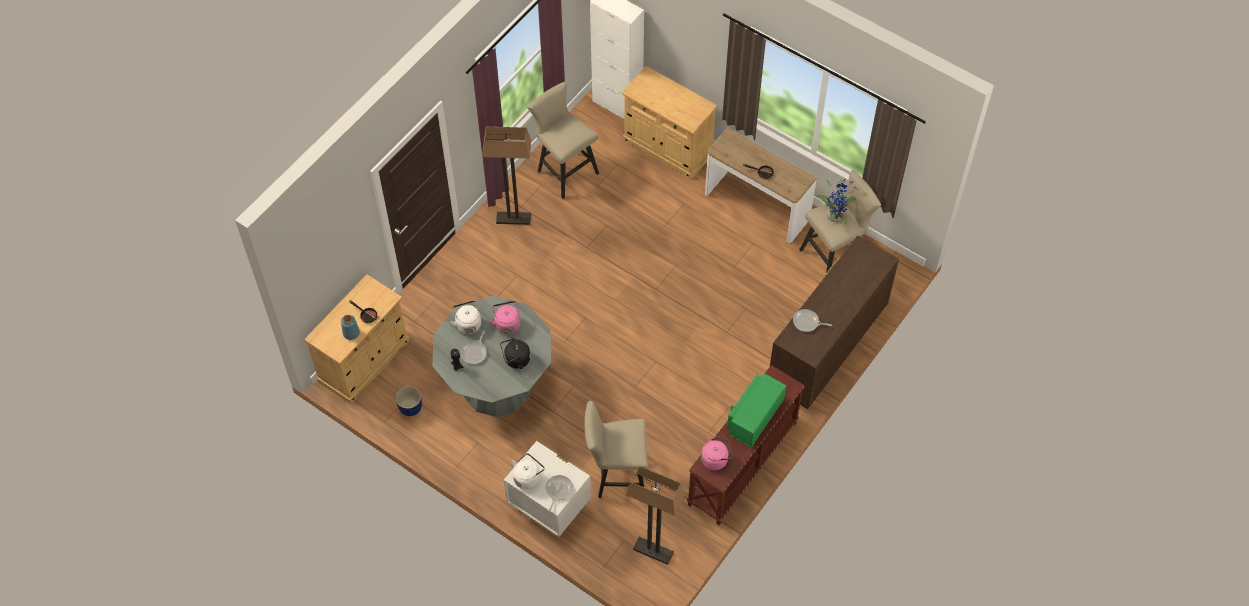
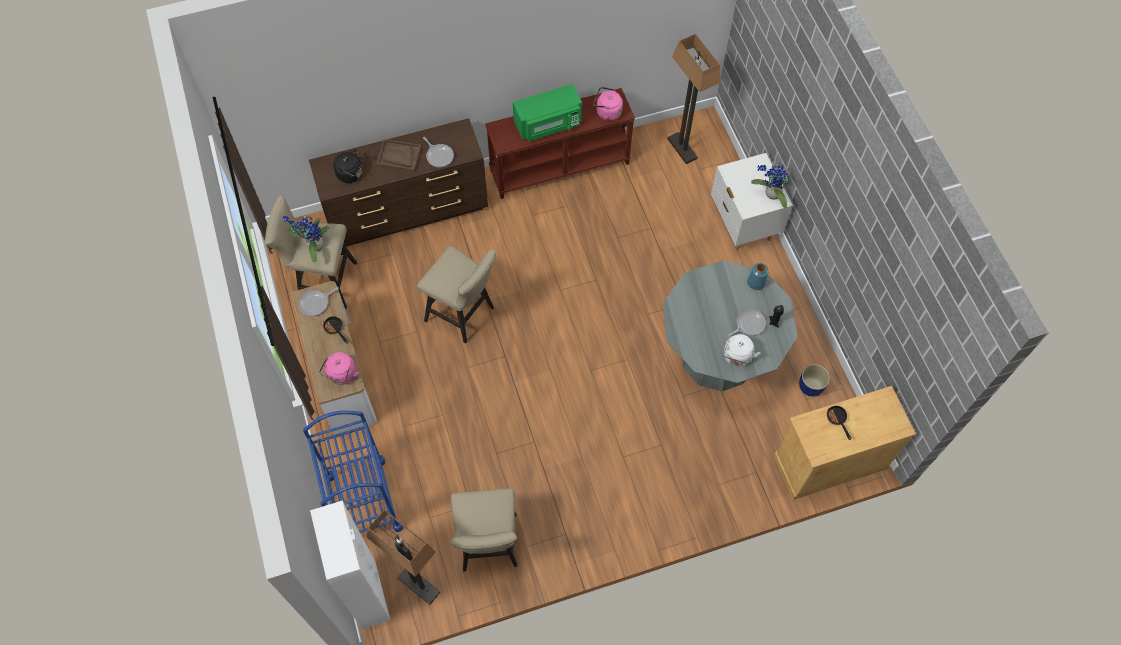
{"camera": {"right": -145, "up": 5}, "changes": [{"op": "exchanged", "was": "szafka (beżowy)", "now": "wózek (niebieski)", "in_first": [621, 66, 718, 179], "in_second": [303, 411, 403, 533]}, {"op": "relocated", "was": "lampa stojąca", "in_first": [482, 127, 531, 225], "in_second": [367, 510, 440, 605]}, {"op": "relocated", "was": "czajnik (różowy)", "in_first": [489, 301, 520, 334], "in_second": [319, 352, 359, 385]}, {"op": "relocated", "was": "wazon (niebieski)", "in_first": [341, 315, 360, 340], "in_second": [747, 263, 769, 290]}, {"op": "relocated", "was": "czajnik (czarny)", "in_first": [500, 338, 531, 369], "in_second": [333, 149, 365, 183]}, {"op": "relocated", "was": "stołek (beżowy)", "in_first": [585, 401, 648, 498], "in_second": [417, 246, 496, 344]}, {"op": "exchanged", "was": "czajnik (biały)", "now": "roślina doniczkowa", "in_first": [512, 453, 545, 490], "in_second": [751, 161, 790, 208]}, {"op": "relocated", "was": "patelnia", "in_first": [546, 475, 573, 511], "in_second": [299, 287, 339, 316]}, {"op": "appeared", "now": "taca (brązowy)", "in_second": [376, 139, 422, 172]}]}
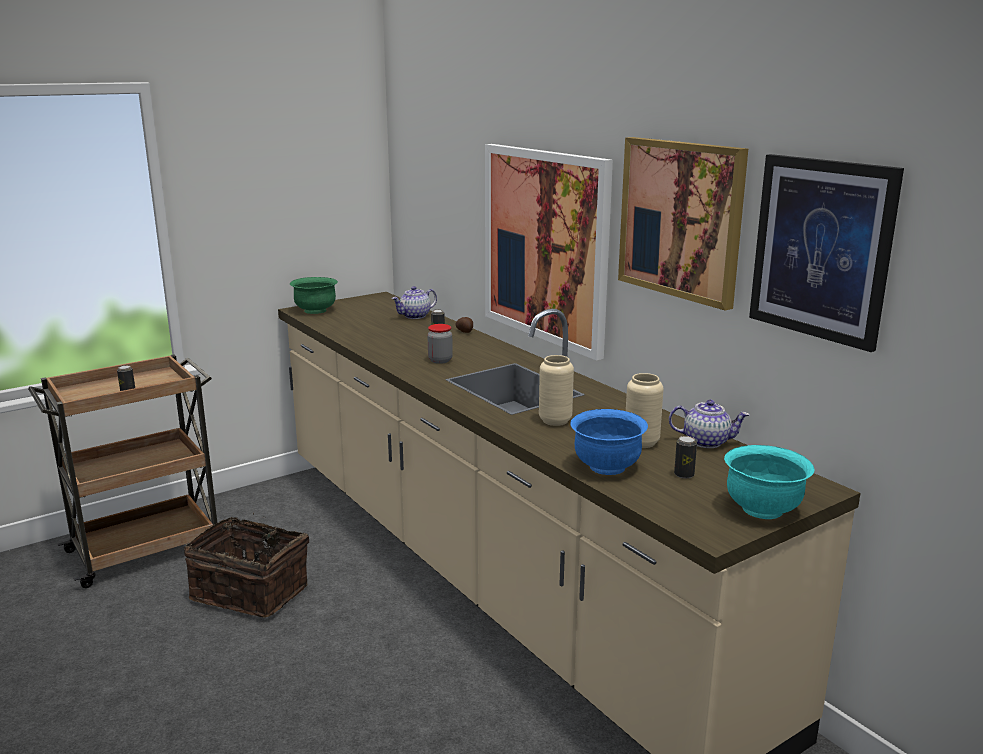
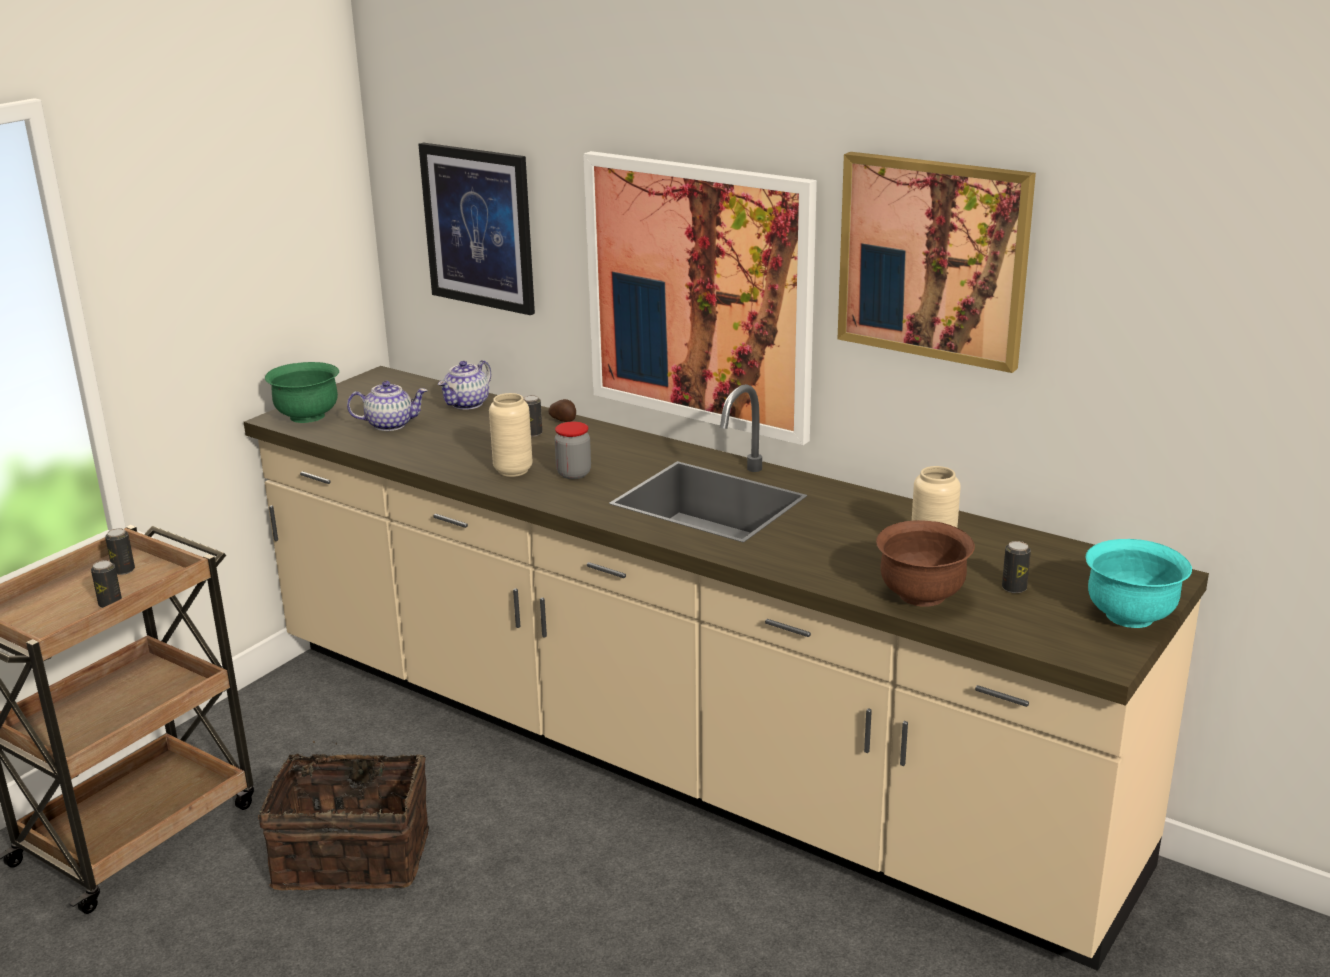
{"camera": {"right": -20, "up": 5}, "changes": [{"op": "relocated", "was": "obraz", "in_first": [749, 154, 904, 352], "in_second": [418, 143, 535, 315]}, {"op": "relocated", "was": "wazon (beżowy)", "in_first": [539, 355, 574, 426], "in_second": [489, 393, 532, 477]}, {"op": "relocated", "was": "imbryk", "in_first": [669, 400, 749, 448], "in_second": [347, 381, 427, 431]}, {"op": "colour", "was": "miska (niebieski)", "now": "miska (brązowy)", "in_first": [570, 409, 648, 475], "in_second": [876, 520, 975, 607]}, {"op": "appeared", "now": "puszka", "in_second": [105, 528, 135, 575]}]}
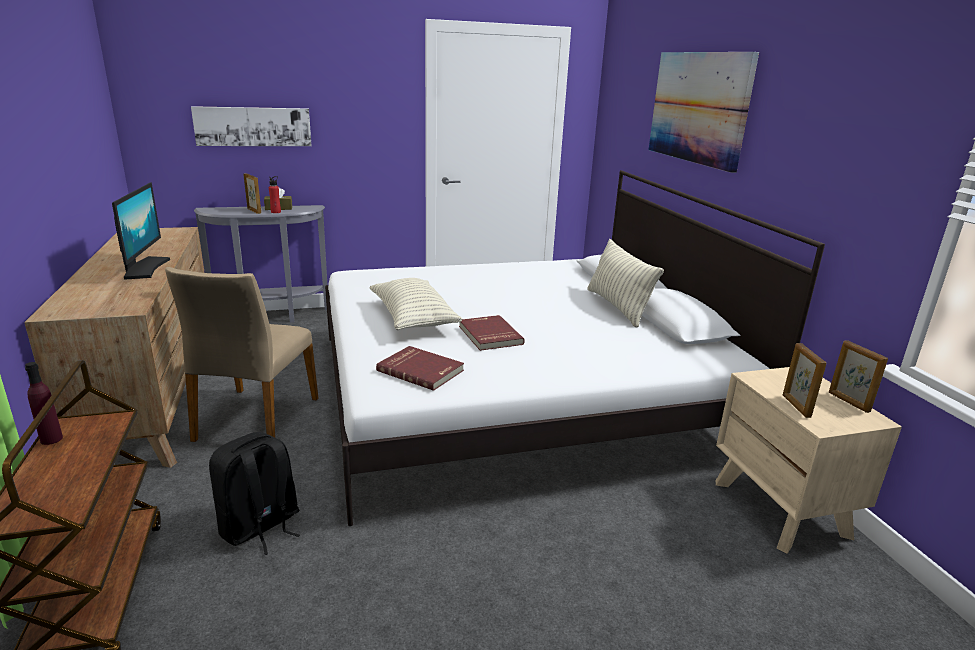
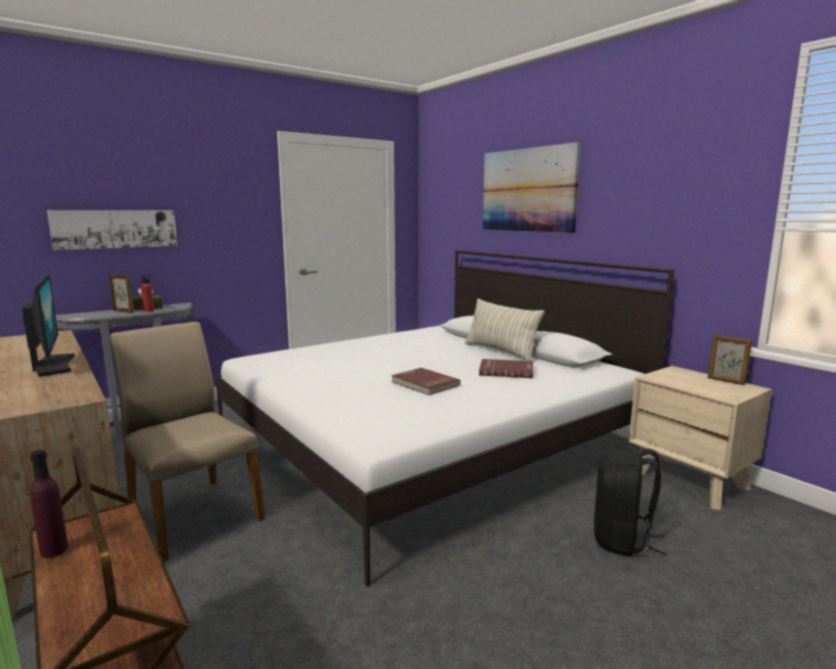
{"camera": {"right": -20, "up": -10}, "changes": [{"op": "spun", "was": "krzesło (beżowy)", "in_first": [165, 267, 318, 442], "in_second": [110, 322, 265, 562], "clockwise": 150}, {"op": "missing", "was": "poduszka", "in_first": [370, 278, 463, 330]}, {"op": "missing", "was": "ramka na zdjęcie", "in_first": [783, 343, 826, 418]}, {"op": "relocated", "was": "książka (czerwony)", "in_first": [376, 346, 464, 391], "in_second": [479, 359, 534, 378]}, {"op": "relocated", "was": "plecak (czarny)", "in_first": [209, 432, 300, 555], "in_second": [594, 448, 666, 556]}]}
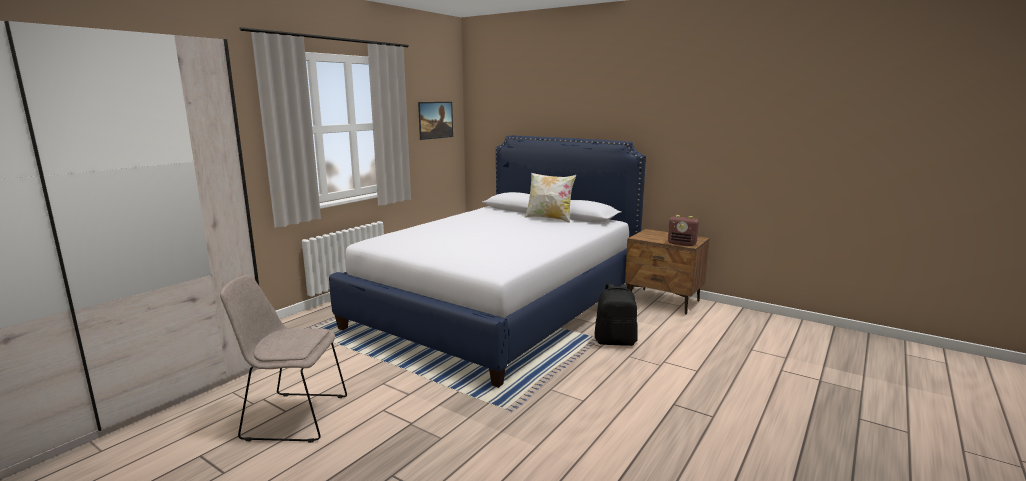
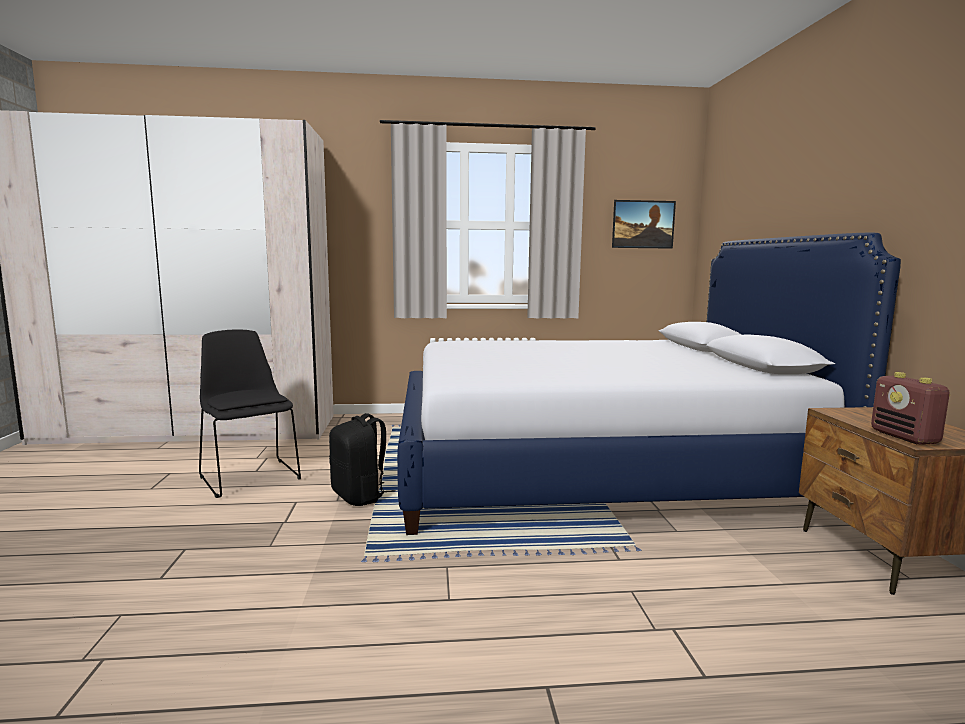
{"camera": {"right": 50, "up": -5}, "changes": [{"op": "missing", "was": "poduszka", "in_first": [524, 173, 576, 223]}, {"op": "colour", "was": "krzesło (beżowy)", "now": "krzesło (czarny)", "in_first": [220, 275, 347, 443], "in_second": [199, 330, 301, 498]}, {"op": "relocated", "was": "plecak (czarny)", "in_first": [595, 284, 638, 346], "in_second": [329, 413, 396, 506]}]}
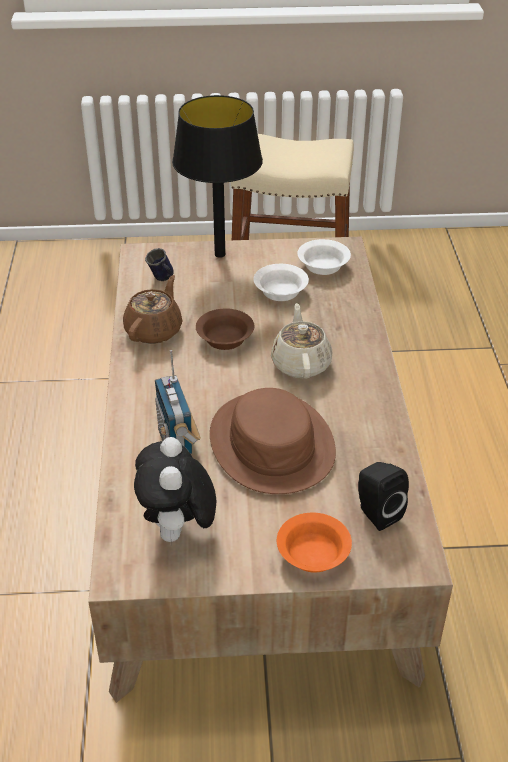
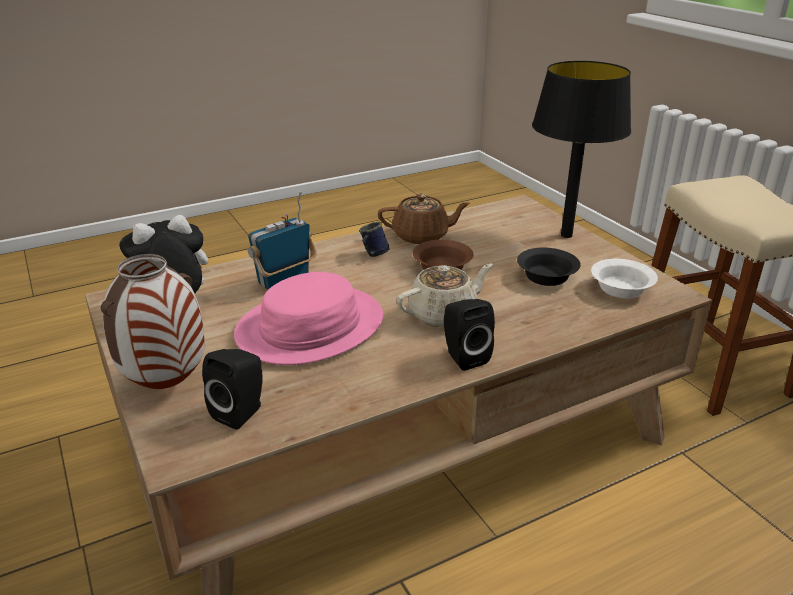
{"camera": {"right": 65, "up": -10}, "changes": [{"op": "relocated", "was": "kubek (niebieski)", "in_first": [145, 248, 174, 281], "in_second": [359, 221, 390, 257]}, {"op": "colour", "was": "miska (biały)", "now": "miska (czarny)", "in_first": [253, 264, 309, 301], "in_second": [517, 248, 581, 286]}, {"op": "colour", "was": "kapelusz (brązowy)", "now": "kapelusz (różowy)", "in_first": [210, 388, 336, 494], "in_second": [234, 272, 383, 365]}, {"op": "exchanged", "was": "miska (pomarańczowy)", "now": "wazon", "in_first": [277, 513, 352, 573], "in_second": [101, 254, 205, 389]}, {"op": "appeared", "now": "głośnik (czarny)", "in_second": [444, 299, 495, 371]}]}
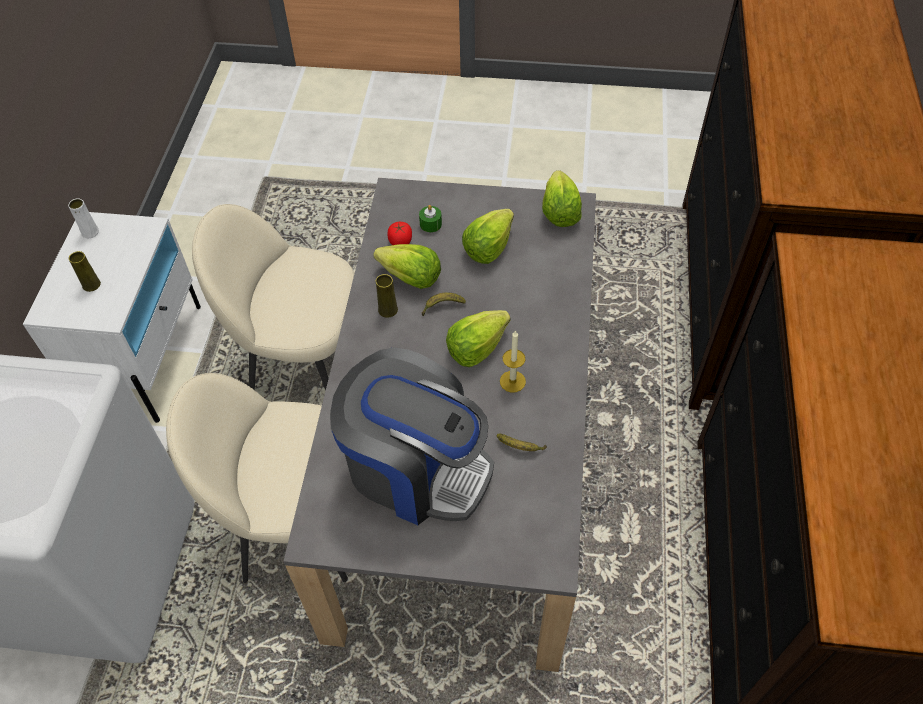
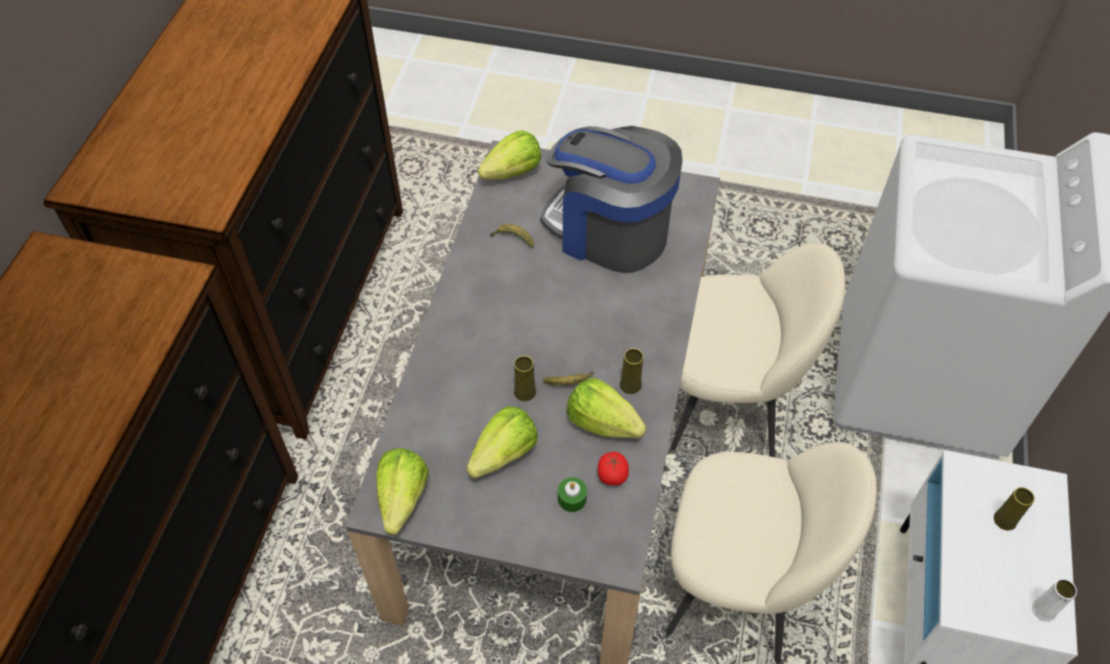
{"camera": {"right": -175, "up": 0}, "changes": [{"op": "relocated", "was": "sałata", "in_first": [446, 310, 510, 367], "in_second": [478, 130, 541, 179]}, {"op": "missing", "was": "świeca", "in_first": [500, 330, 526, 393]}, {"op": "appeared", "now": "wazon (żółty)", "in_second": [514, 356, 536, 401]}]}
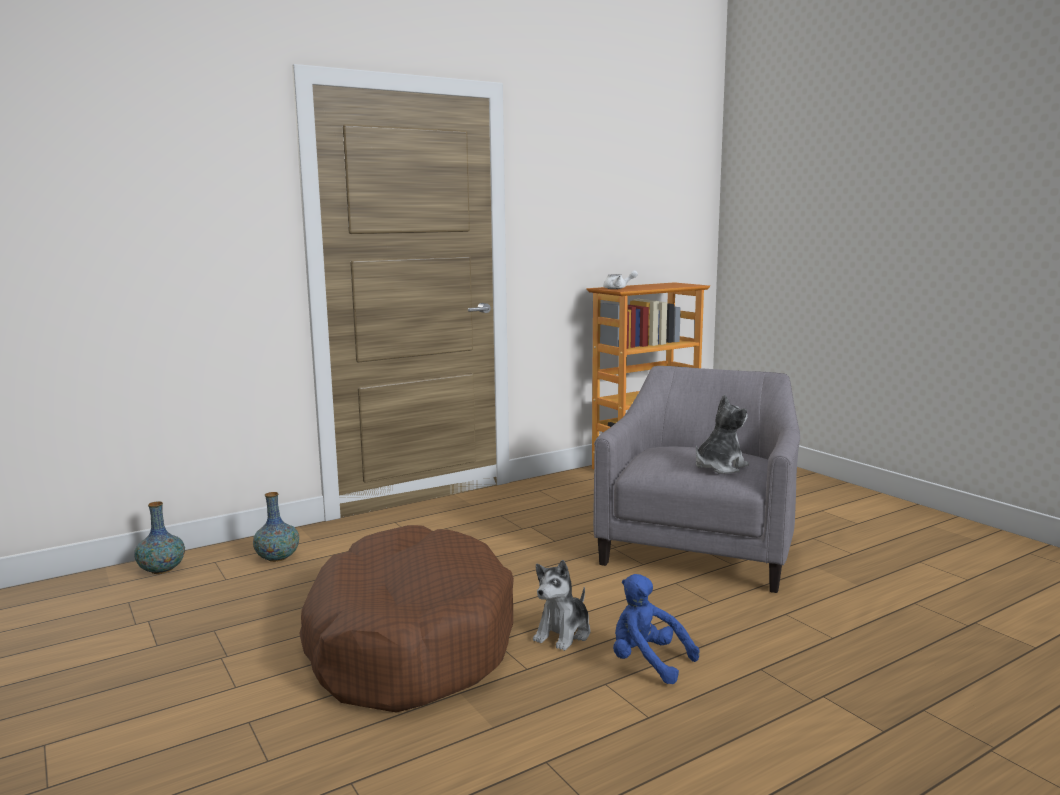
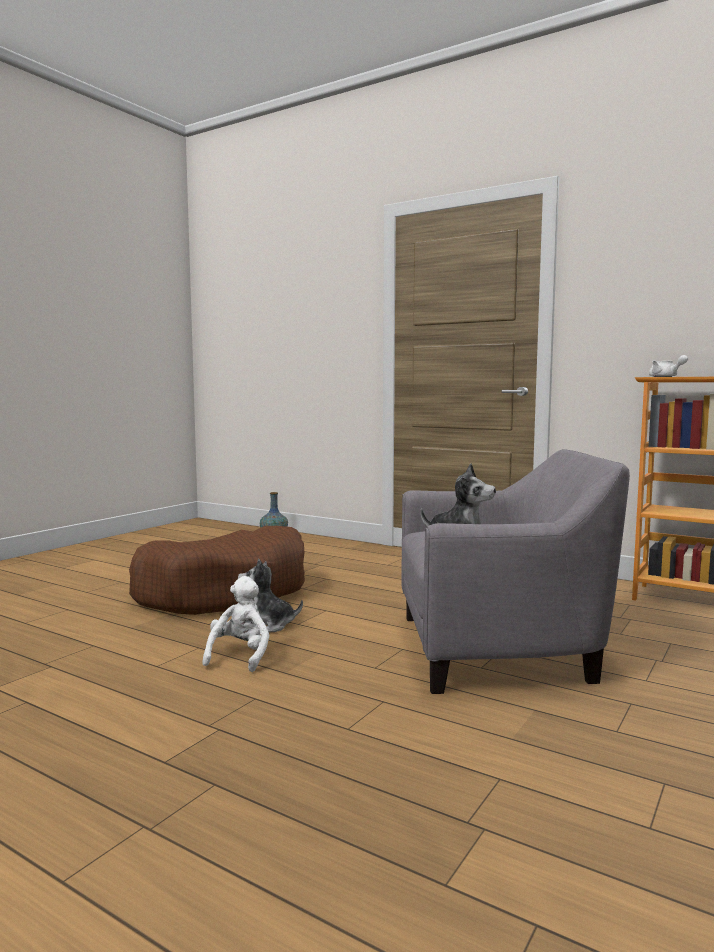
{"camera": {"right": 65, "up": -5}, "changes": [{"op": "missing", "was": "wazon", "in_first": [253, 492, 299, 562]}, {"op": "colour", "was": "pluszak (niebieski)", "now": "pluszak (biały)", "in_first": [613, 574, 699, 684], "in_second": [202, 576, 270, 672]}]}
